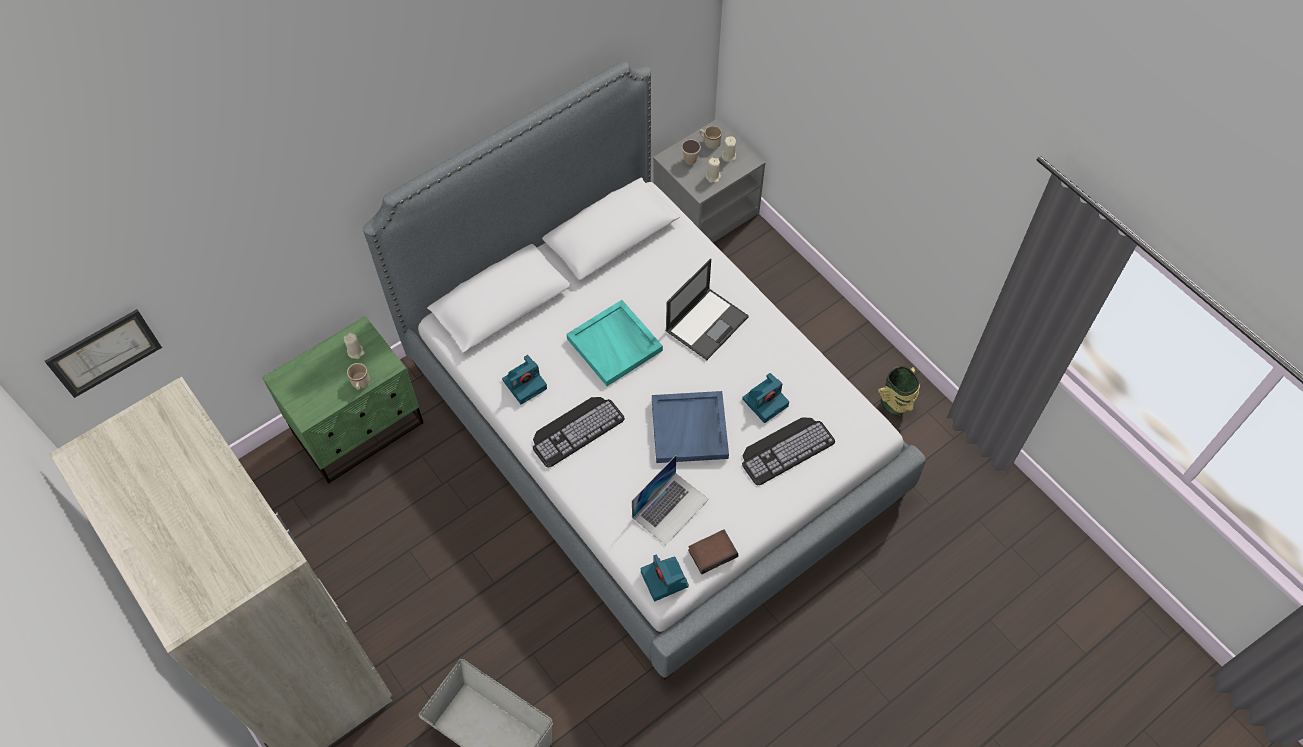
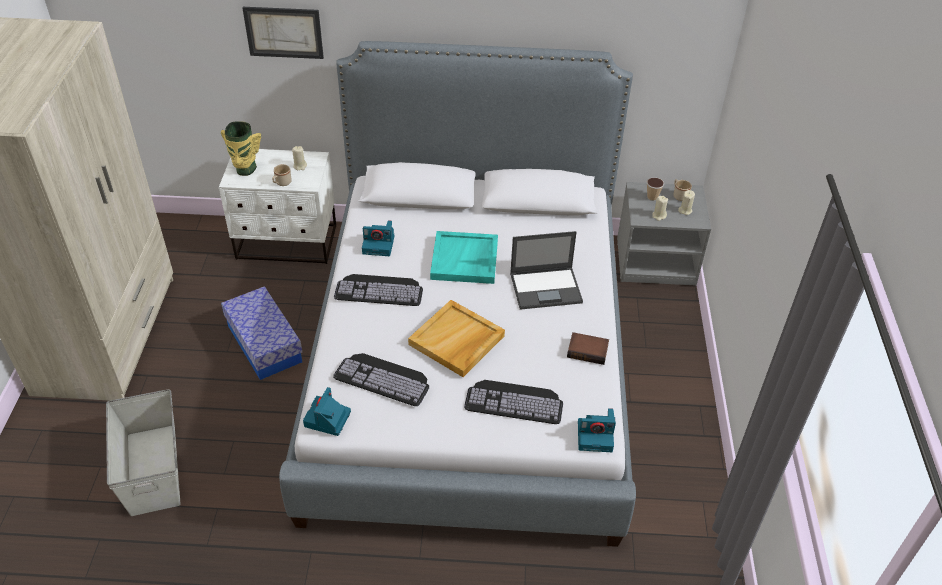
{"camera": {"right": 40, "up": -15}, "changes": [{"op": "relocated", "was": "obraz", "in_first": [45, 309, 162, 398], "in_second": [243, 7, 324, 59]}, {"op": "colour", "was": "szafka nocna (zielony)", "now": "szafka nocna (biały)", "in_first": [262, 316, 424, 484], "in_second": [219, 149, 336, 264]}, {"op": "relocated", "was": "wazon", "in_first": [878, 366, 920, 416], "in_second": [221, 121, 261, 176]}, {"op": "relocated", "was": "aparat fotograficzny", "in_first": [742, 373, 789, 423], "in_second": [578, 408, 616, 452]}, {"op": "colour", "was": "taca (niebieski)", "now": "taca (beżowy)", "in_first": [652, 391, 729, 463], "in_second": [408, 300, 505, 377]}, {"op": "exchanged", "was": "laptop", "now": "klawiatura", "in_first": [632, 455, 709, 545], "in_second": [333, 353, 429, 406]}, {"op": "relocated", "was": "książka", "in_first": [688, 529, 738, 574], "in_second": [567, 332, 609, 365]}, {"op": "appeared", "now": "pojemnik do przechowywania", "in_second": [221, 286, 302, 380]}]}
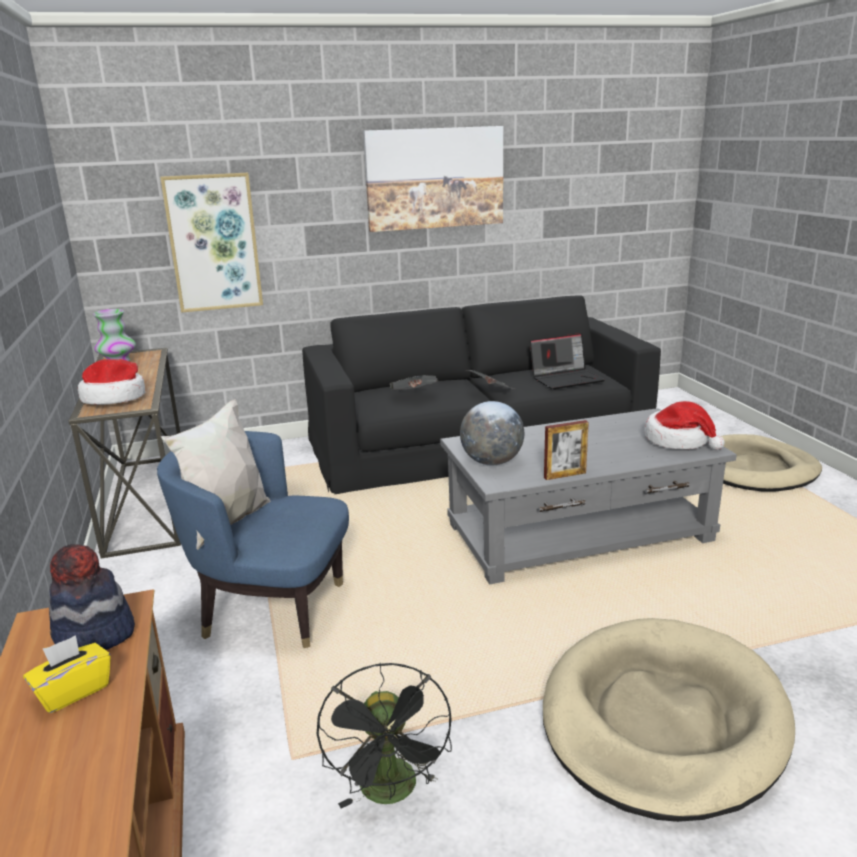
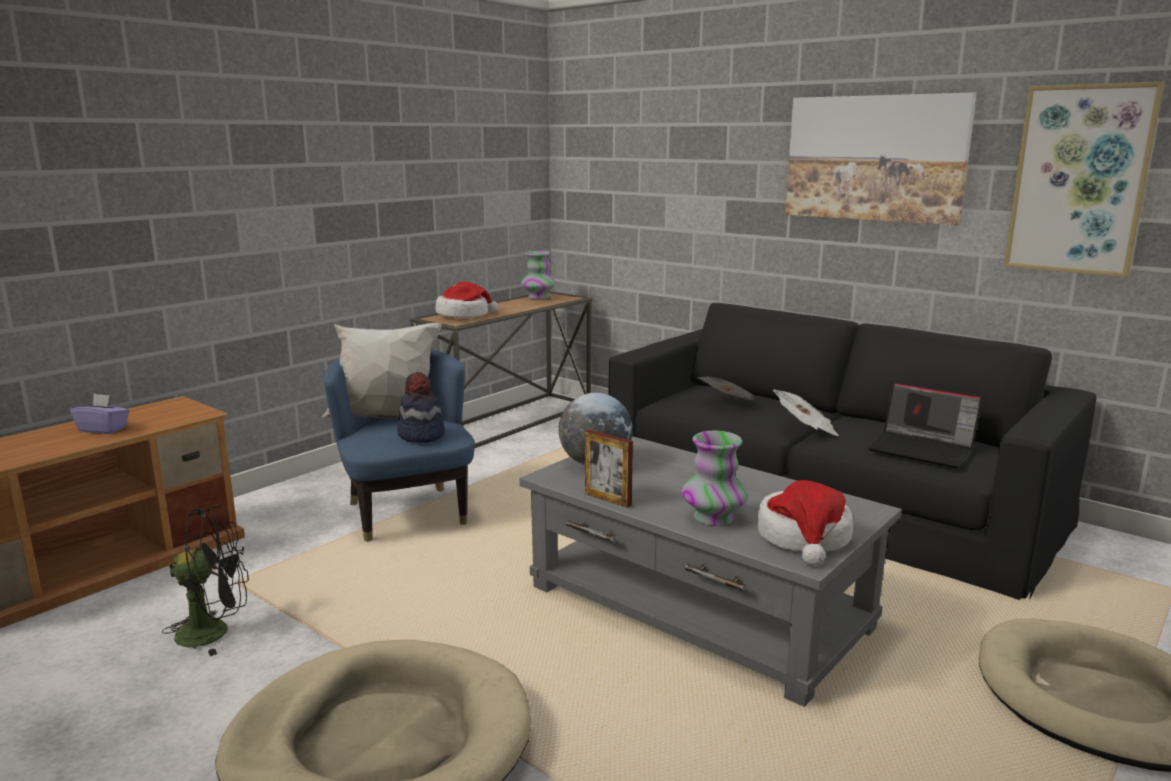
{"camera": {"right": 55, "up": -5}, "changes": [{"op": "relocated", "was": "obraz", "in_first": [160, 173, 263, 313], "in_second": [1004, 82, 1164, 277]}, {"op": "relocated", "was": "kapelusz", "in_first": [49, 544, 135, 650], "in_second": [397, 372, 445, 443]}, {"op": "colour", "was": "pudełko chusteczek (żółty)", "now": "pudełko chusteczek (fioletowy)", "in_first": [23, 635, 111, 713], "in_second": [70, 394, 129, 434]}, {"op": "spun", "was": "wentylator (czarny)", "in_first": [317, 663, 452, 808], "in_second": [162, 506, 249, 656], "clockwise": -150}, {"op": "appeared", "now": "wazon", "in_second": [682, 431, 748, 526]}]}
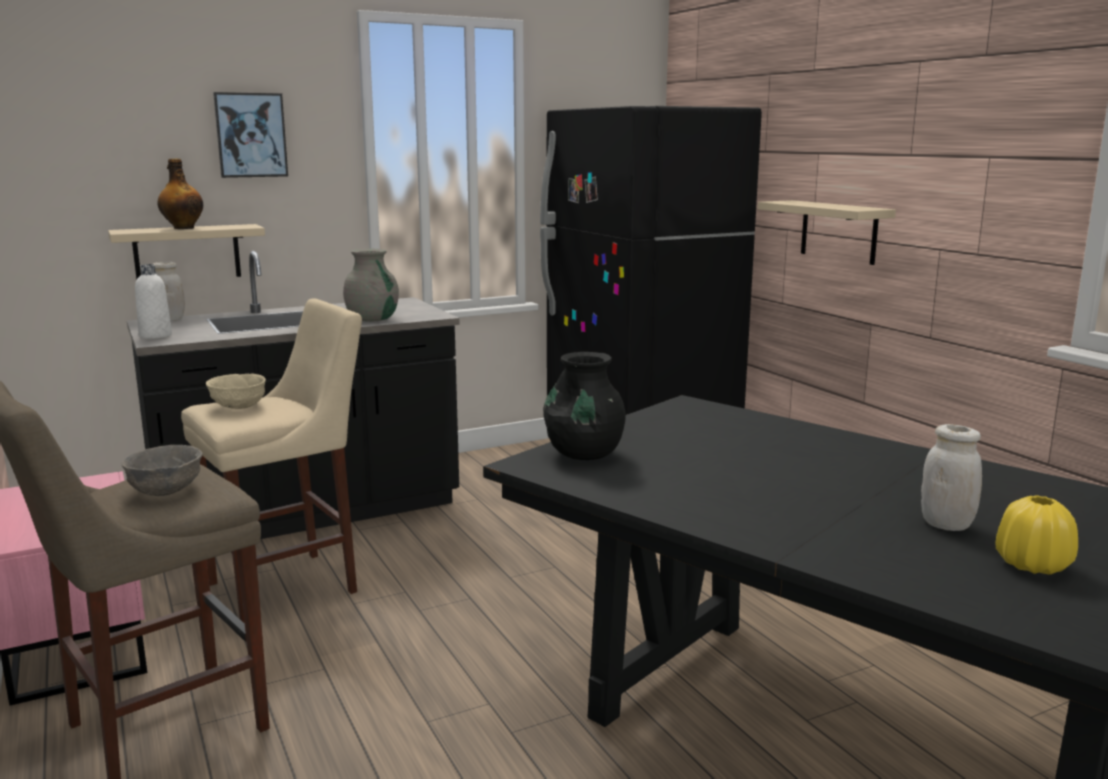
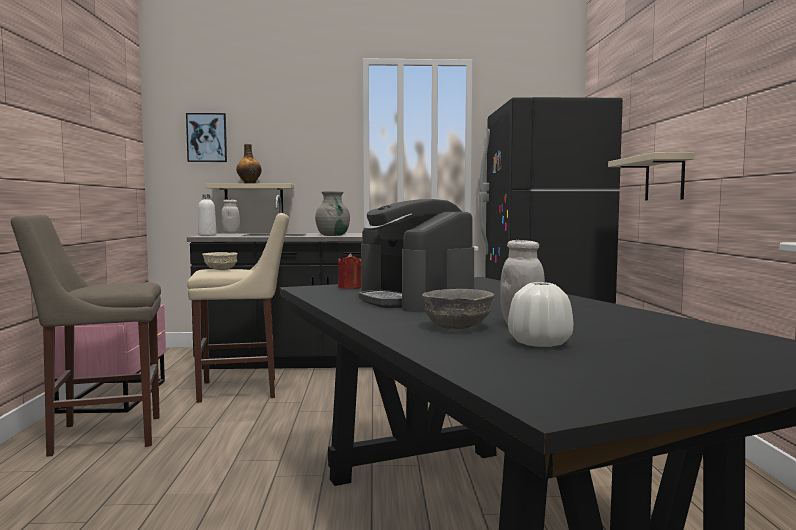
{"camera": {"right": 25, "up": -10}, "changes": [{"op": "relocated", "was": "obraz", "in_first": [213, 92, 288, 178], "in_second": [186, 113, 227, 162]}, {"op": "exchanged", "was": "wazon (czarny)", "now": "świeca (czerwony)", "in_first": [543, 352, 626, 460], "in_second": [338, 253, 361, 289]}, {"op": "relocated", "was": "miska (szary)", "in_first": [122, 445, 202, 496], "in_second": [422, 289, 494, 329]}, {"op": "colour", "was": "wazon (żółty)", "now": "wazon (biały)", "in_first": [995, 495, 1078, 575], "in_second": [508, 282, 573, 347]}, {"op": "appeared", "now": "ekspres do kawy", "in_second": [358, 199, 474, 312]}]}
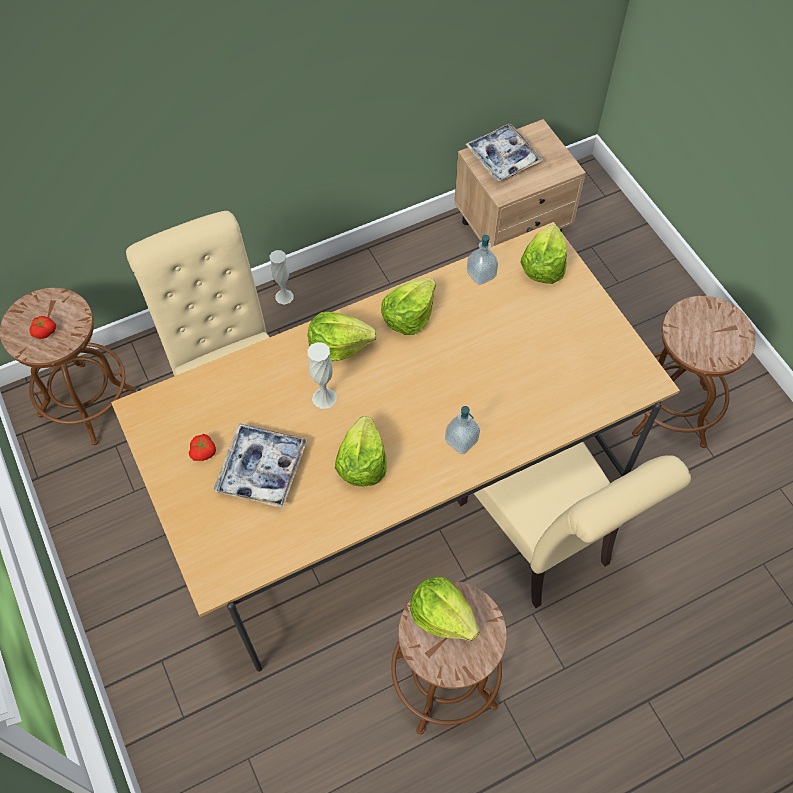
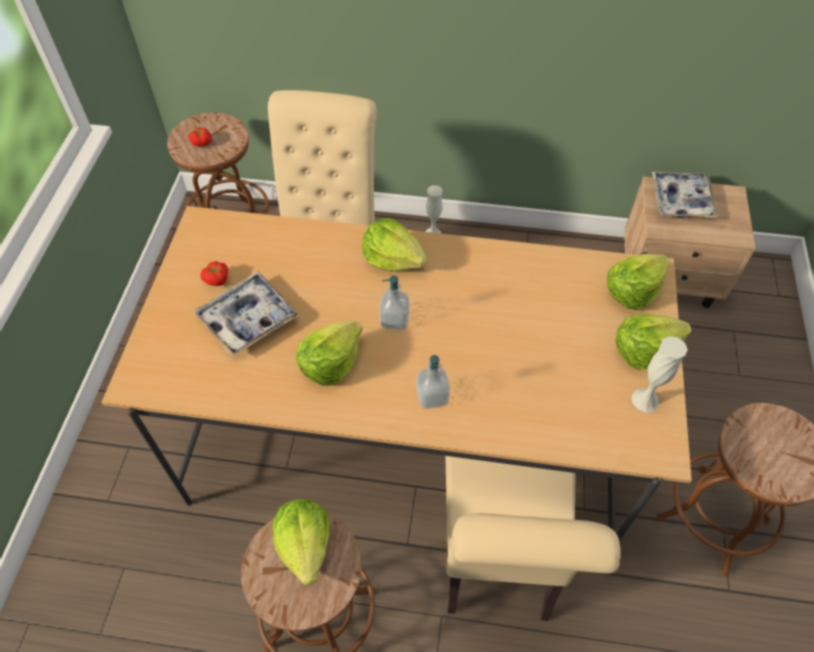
{"camera": {"right": 35, "up": -5}, "changes": [{"op": "relocated", "was": "dozownik mydła", "in_first": [467, 235, 498, 285], "in_second": [380, 276, 409, 330]}, {"op": "relocated", "was": "sałata", "in_first": [381, 278, 436, 335], "in_second": [616, 314, 691, 370]}, {"op": "relocated", "was": "wazon (biały)", "in_first": [307, 342, 337, 409], "in_second": [632, 336, 688, 413]}]}
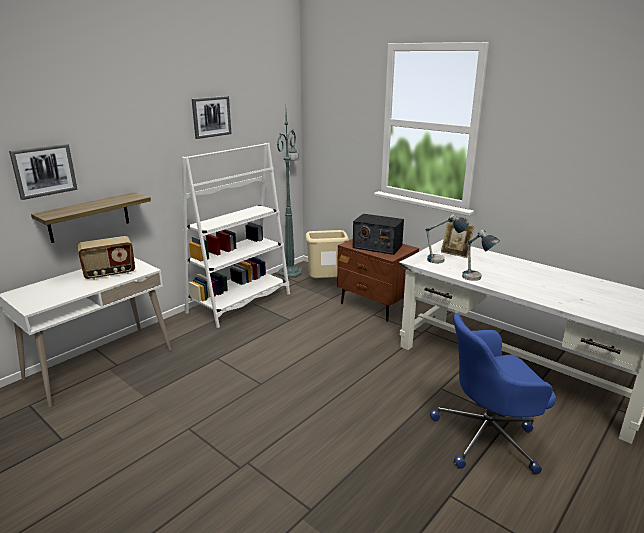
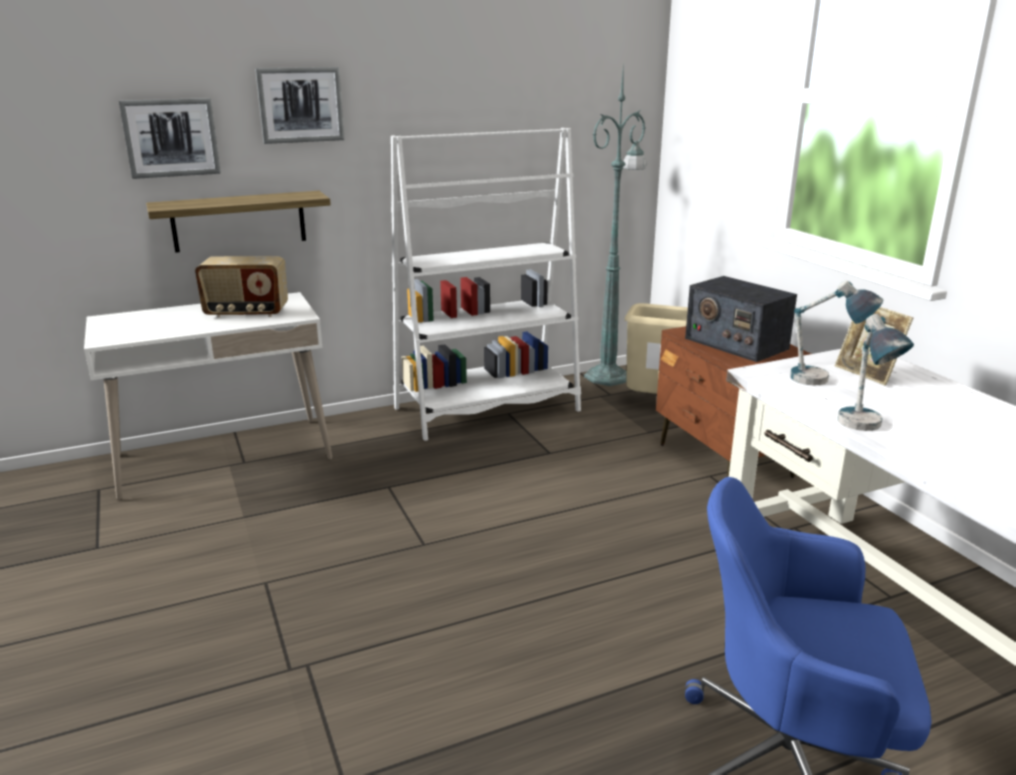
{"camera": {"right": 25, "up": 0}, "changes": [{"op": "relocated", "was": "obraz", "in_first": [192, 96, 231, 139], "in_second": [255, 67, 345, 144]}]}
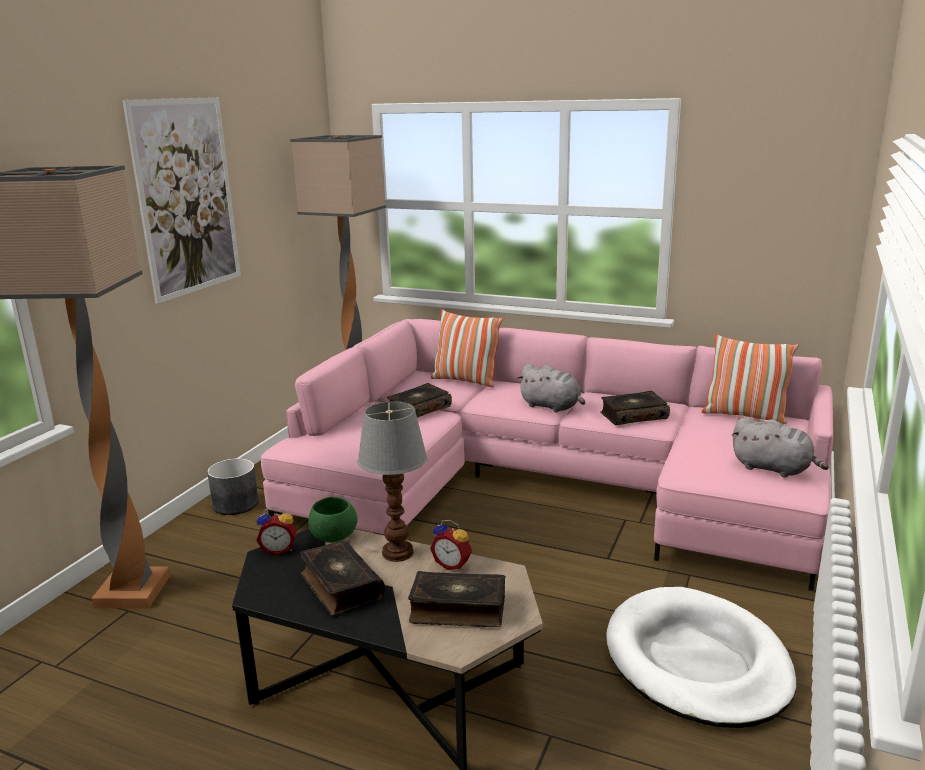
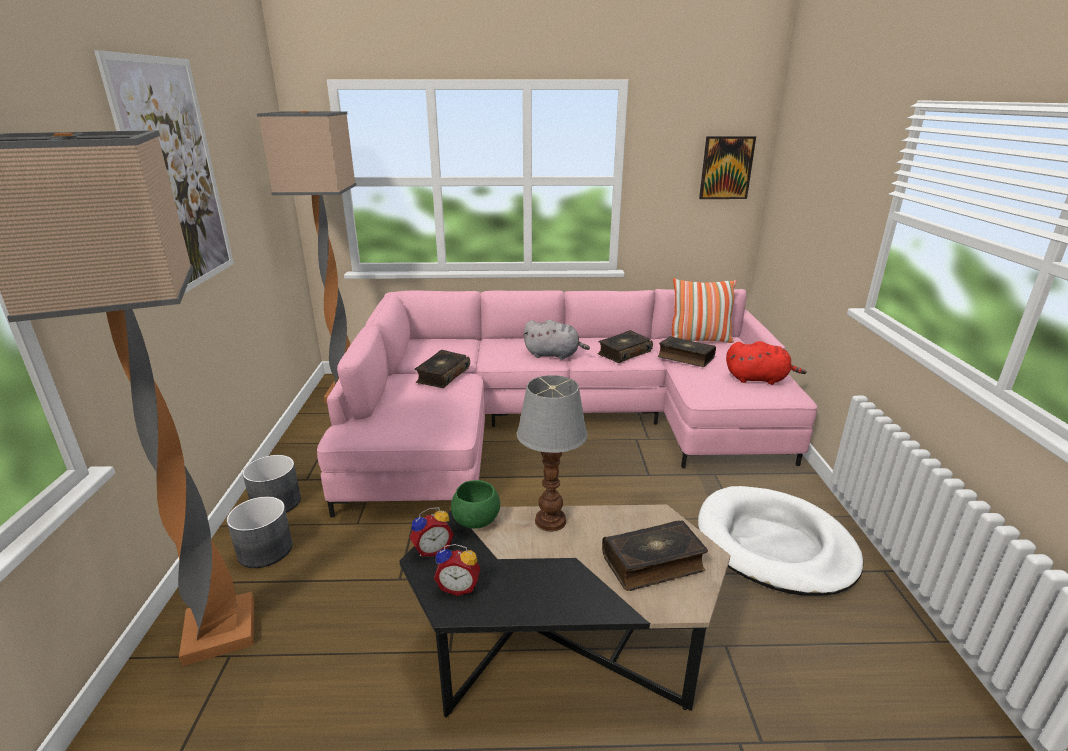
{"camera": {"right": -25, "up": 5}, "changes": [{"op": "missing", "was": "poduszka", "in_first": [431, 309, 503, 387]}, {"op": "colour", "was": "pluszak (szary)", "now": "pluszak (czerwony)", "in_first": [732, 417, 829, 478], "in_second": [726, 341, 807, 385]}, {"op": "relocated", "was": "budzik", "in_first": [430, 520, 472, 570], "in_second": [434, 544, 480, 596]}, {"op": "relocated", "was": "książka", "in_first": [300, 540, 385, 615], "in_second": [658, 336, 716, 367]}, {"op": "appeared", "now": "obraz", "in_second": [699, 136, 756, 199]}, {"op": "appeared", "now": "donica (szary)", "in_second": [227, 497, 292, 568]}]}
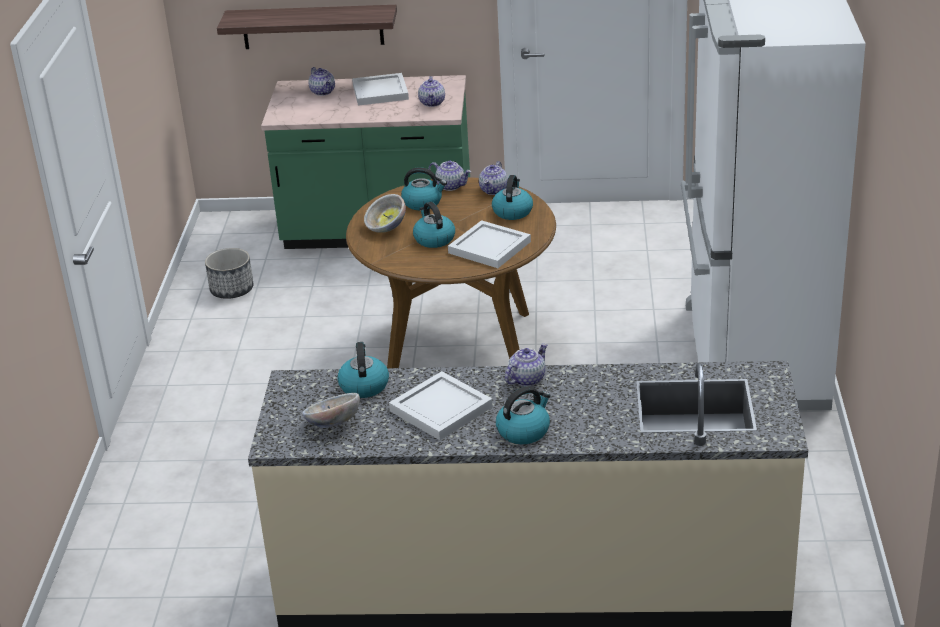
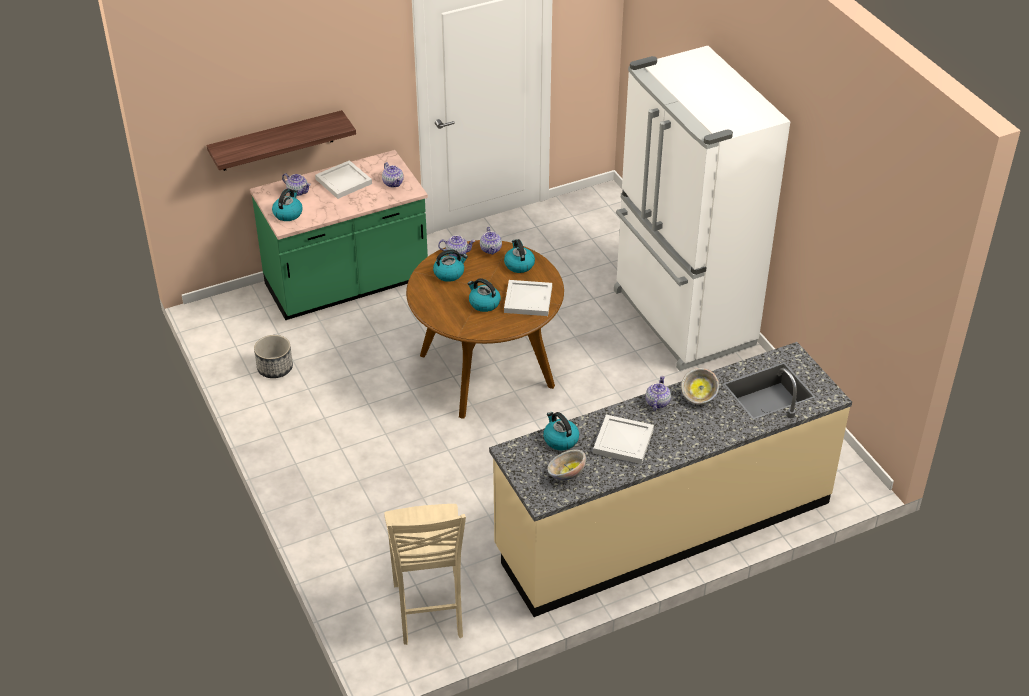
{"camera": {"right": -30, "up": 10}, "changes": [{"op": "relocated", "was": "miska", "in_first": [364, 194, 406, 233], "in_second": [681, 368, 719, 405]}, {"op": "relocated", "was": "czajnik", "in_first": [496, 386, 551, 444], "in_second": [272, 188, 303, 221]}, {"op": "appeared", "now": "krzesło (beżowy)", "in_second": [384, 504, 466, 645]}]}
